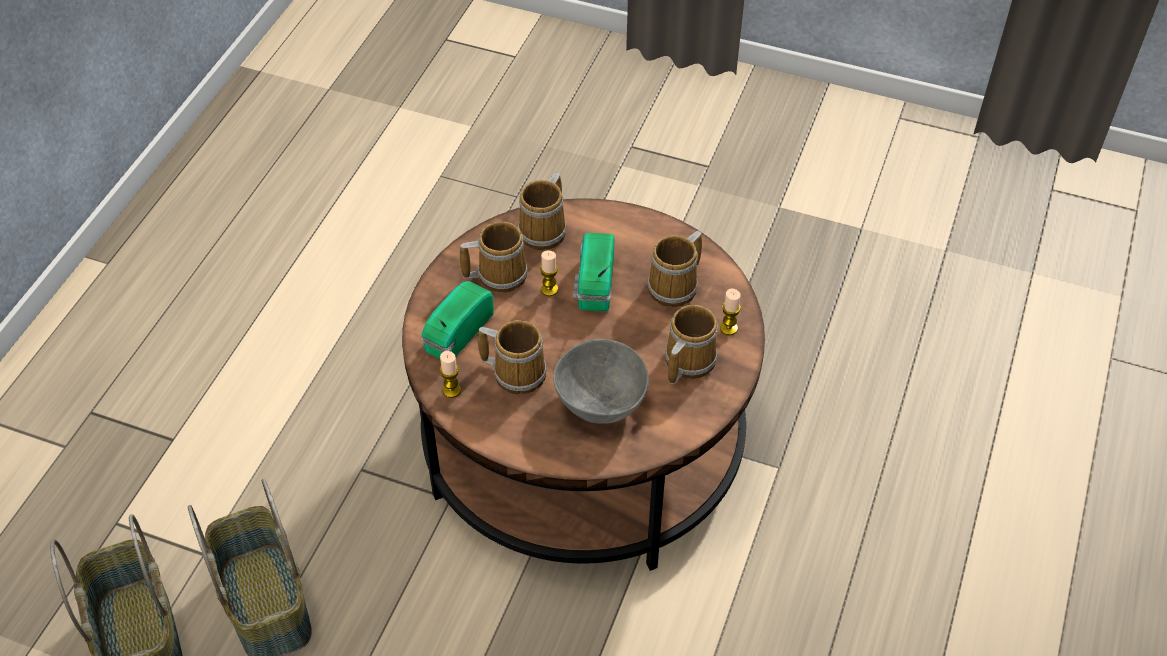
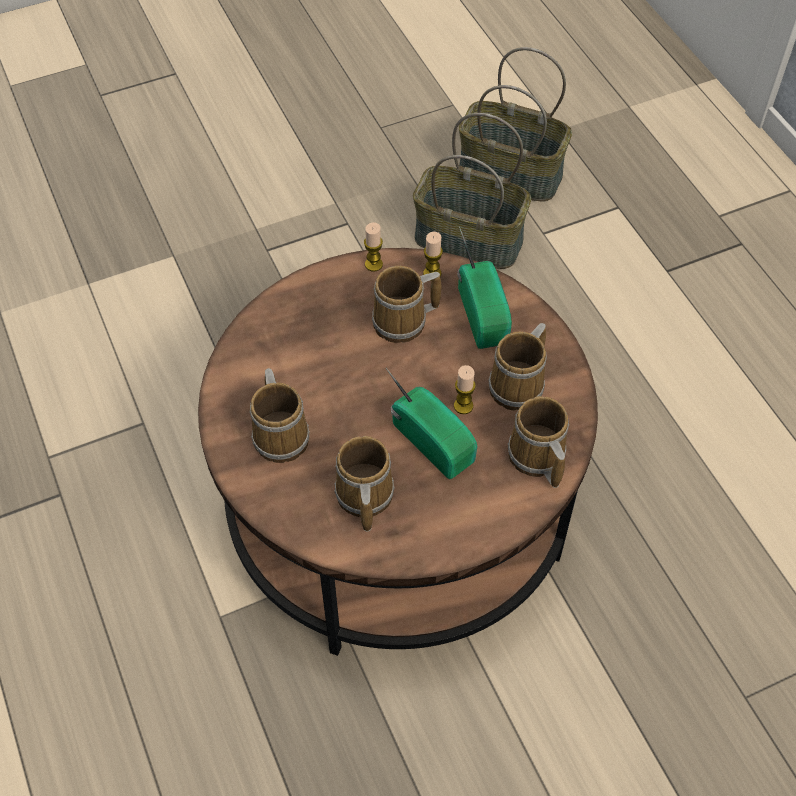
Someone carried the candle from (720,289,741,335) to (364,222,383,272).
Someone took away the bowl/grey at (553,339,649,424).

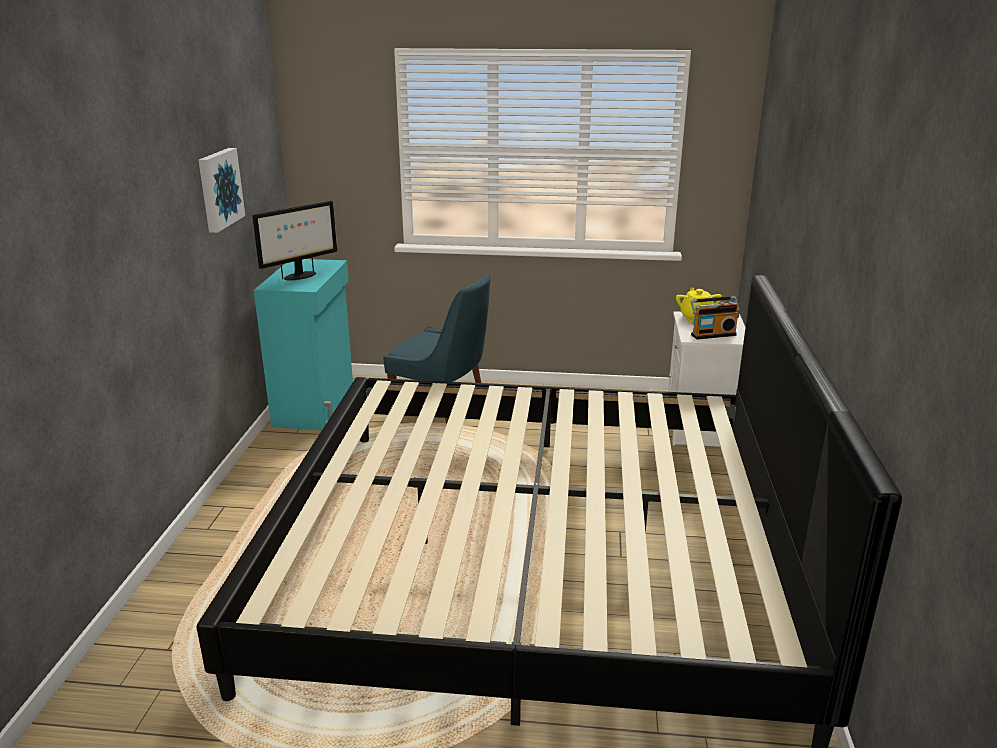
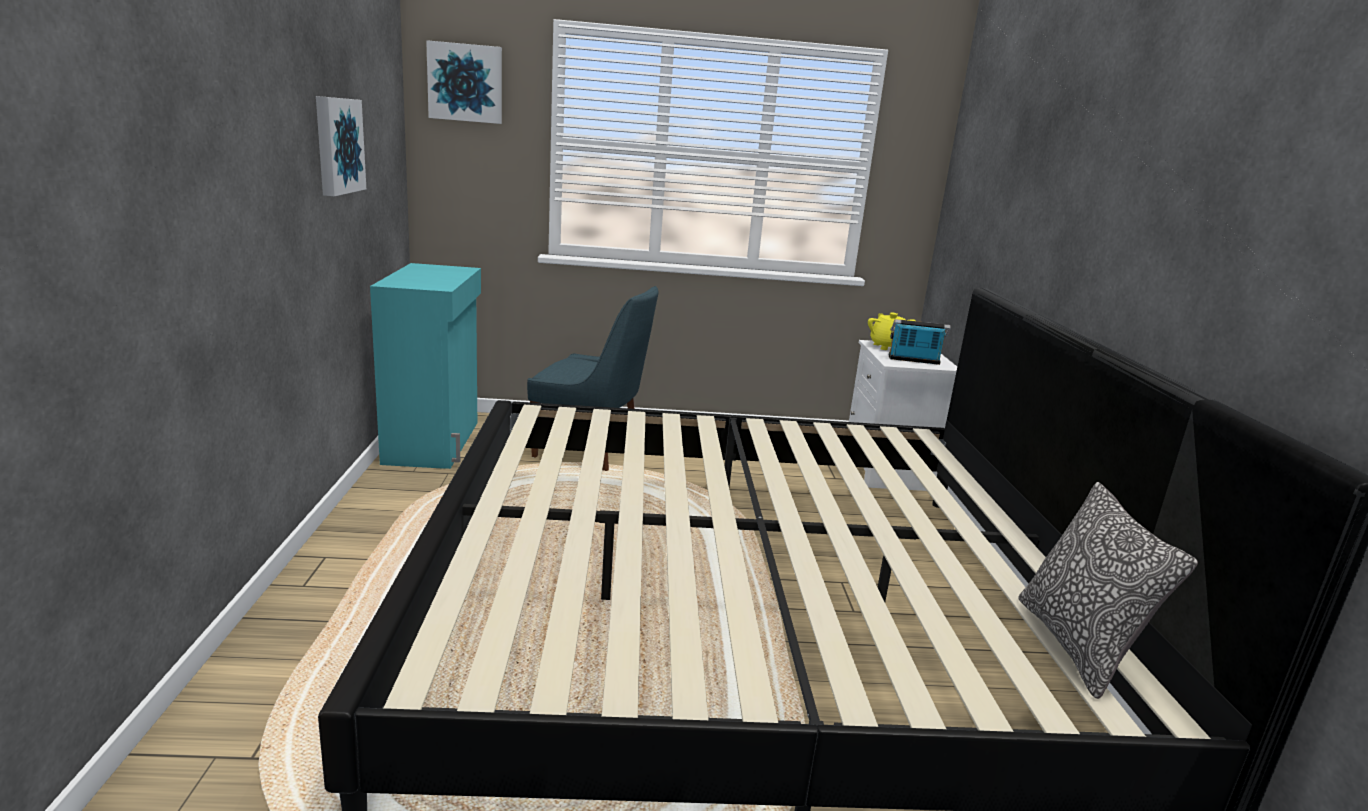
Someone took away the monitor at (252,201,337,280).
Someone rotated the radio at (690,296,740,340) by 150 degrees counterclockwise.
Someone put up the picture at (426,40,502,124).
Someone put down the pillow at (1018,482,1198,699).

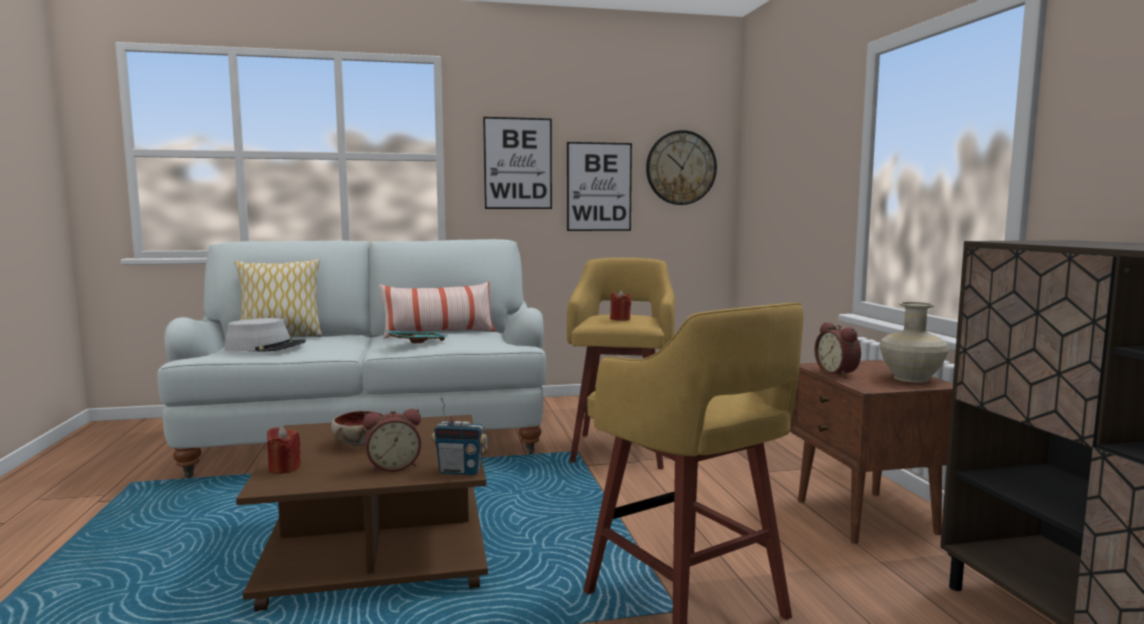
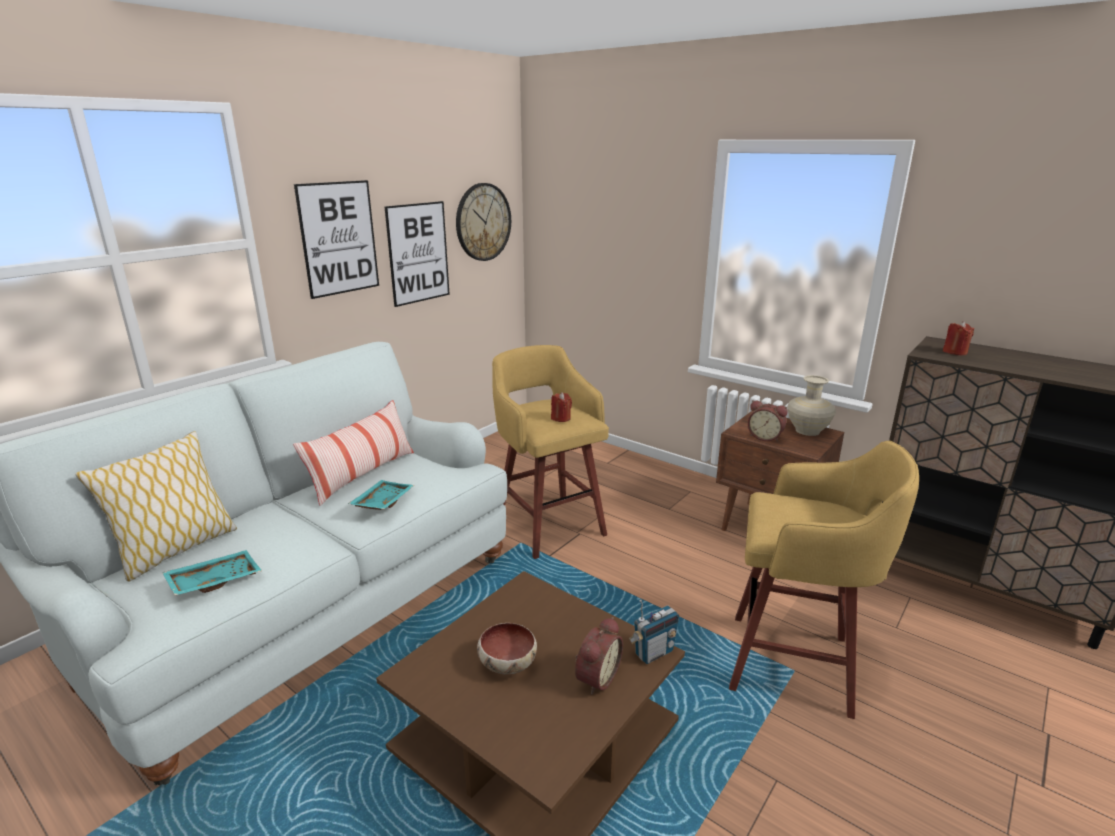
Someone swapped the hat/grey at (224,318,306,352) for the tray/turquoise at (162,550,262,595).
Someone carried the candle/red from (267,426,301,474) to (943,321,975,355).

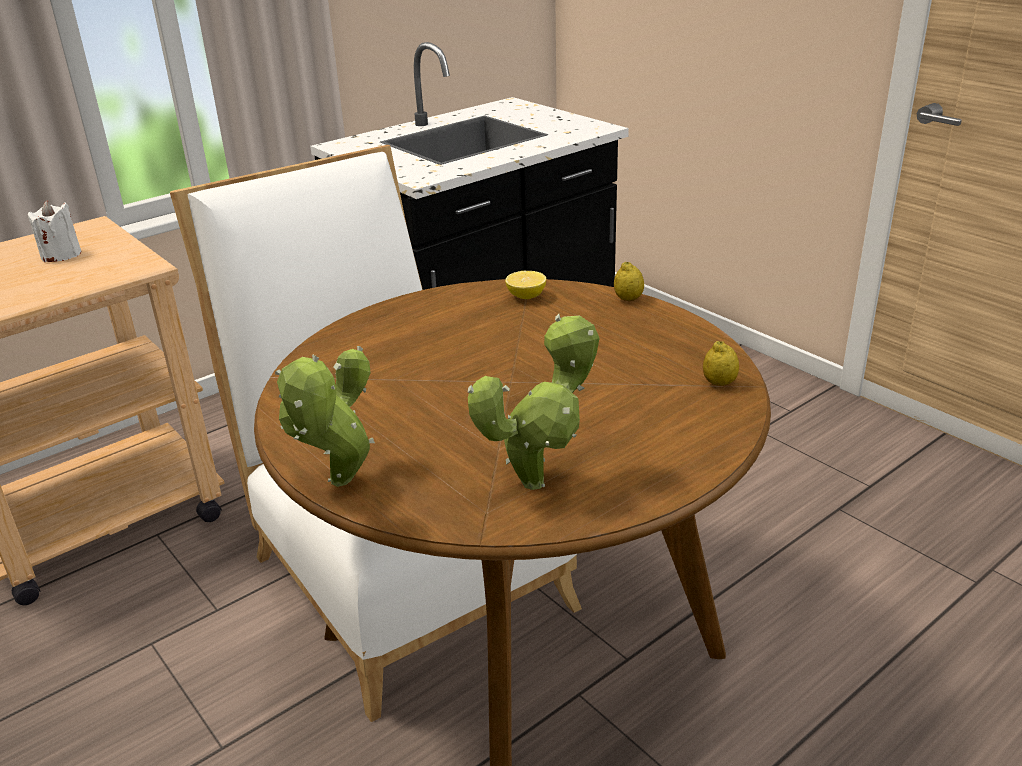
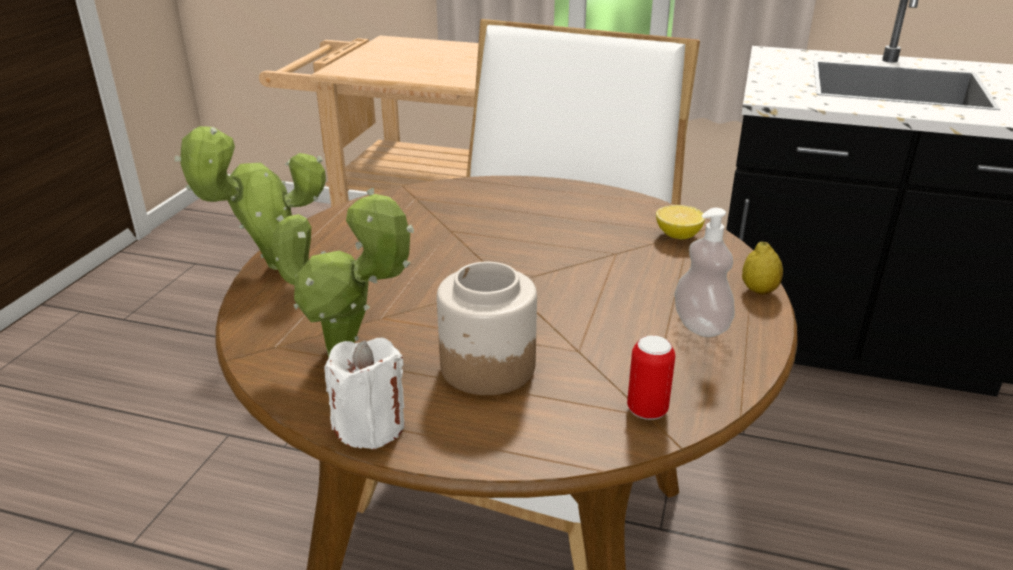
Someone carried the candle/white from (28,201,81,262) to (324,338,405,450).
Someone swapped the lemon at (703,341,739,386) for the can at (627,335,675,420).
Someone put down the soap dispenser at (674,208,735,337).
Someone put down the jar at (437,262,537,395).

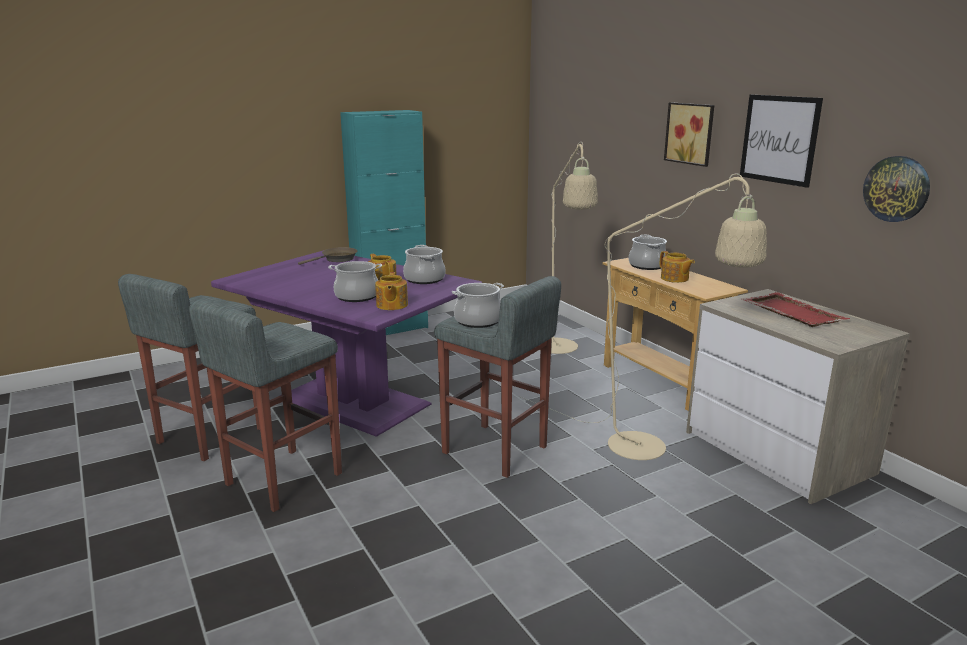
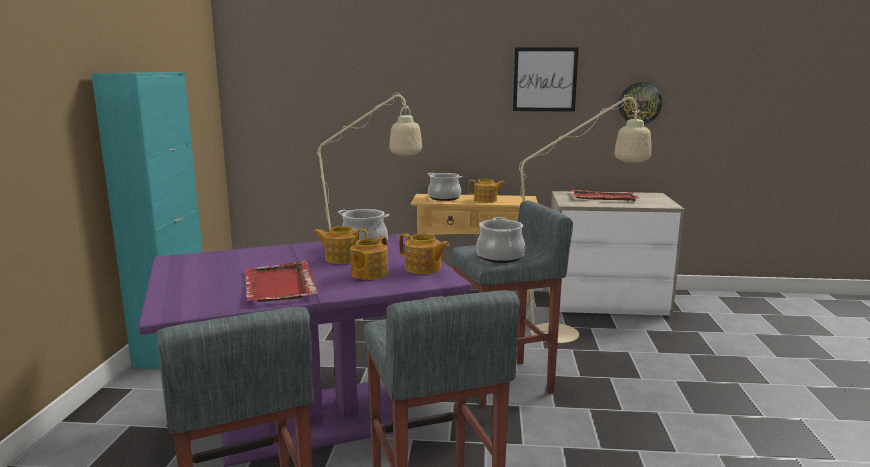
Someone took away the picture at (664,102,714,167).
Someone took away the frying pan/brown at (298,247,357,265).
Someone swapped the cooking pot at (328,261,382,302) for the teapot at (350,236,388,280).
Someone put down the tray/red at (244,261,319,302).

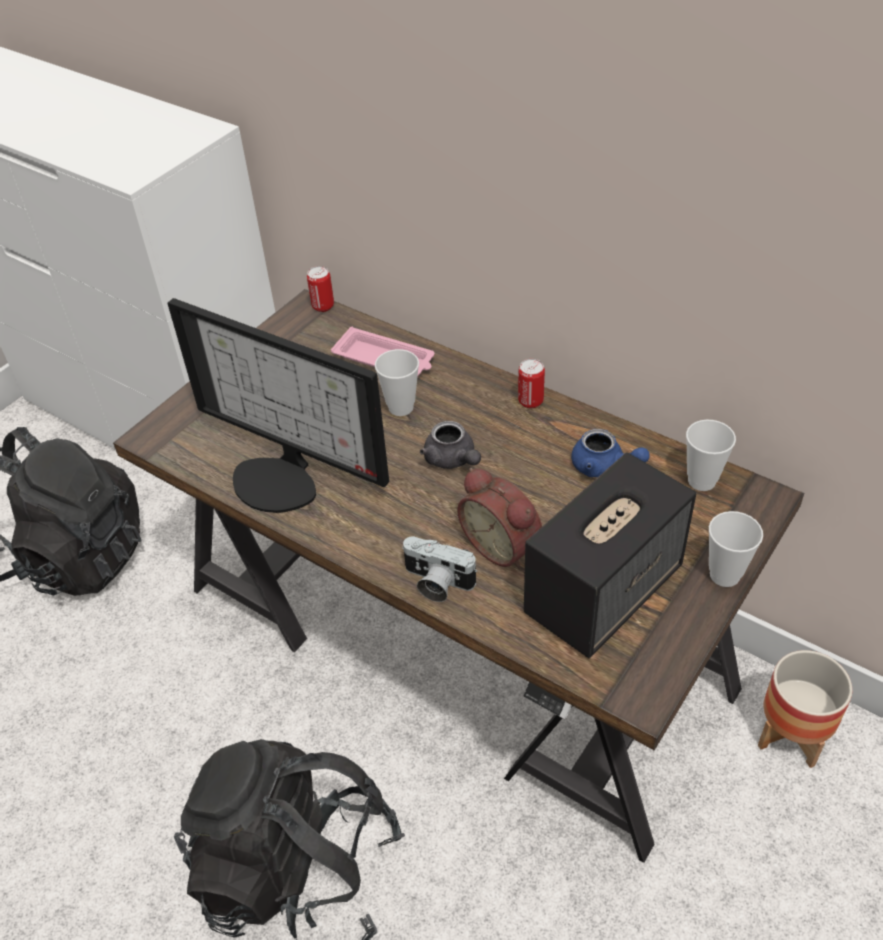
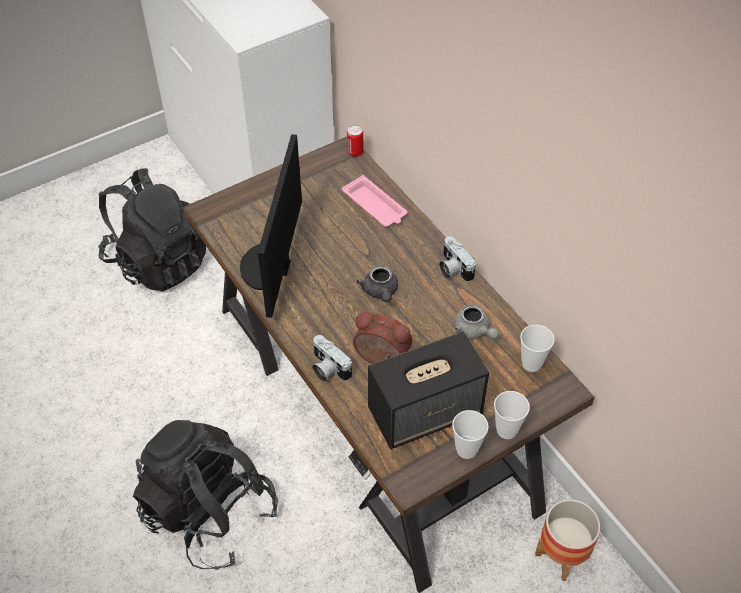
Someone rotated the monitor at (168,298,389,513) by 45 degrees clockwise.
Someone carried the cup from (375,349,419,416) to (452,410,489,459).
Someone swapped the can at (518,359,545,408) for the photo camera at (439,236,476,282).
Someone repainted the teapot/blue at (571,429,650,477), which became the teapot/grey at (454,304,499,339).
Someone rotated the alarm clock at (457,468,542,569) by 135 degrees clockwise.

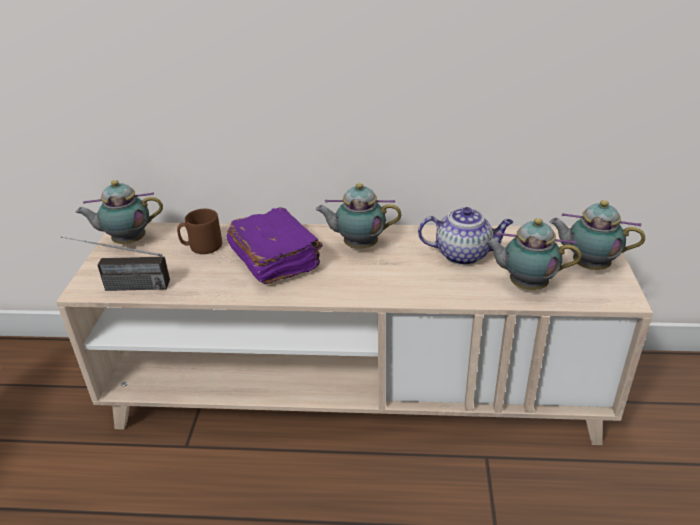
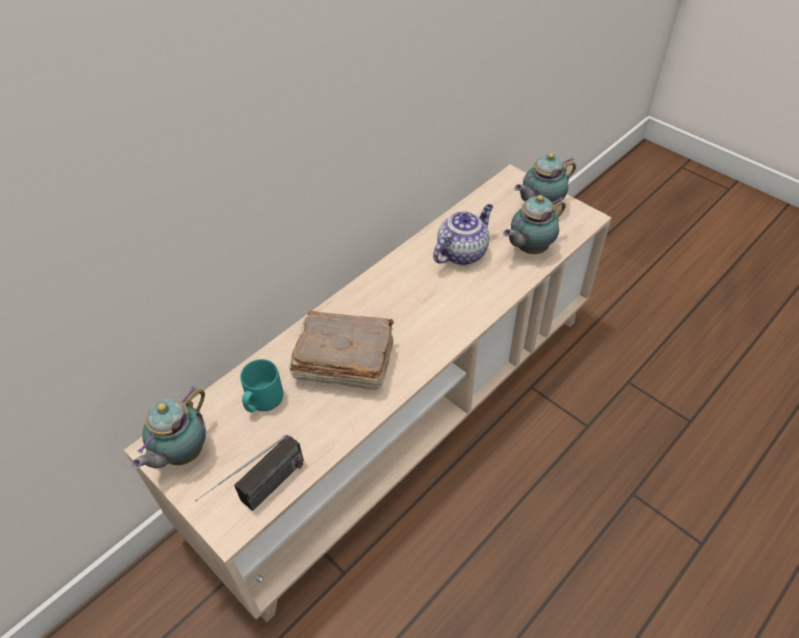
Someone took away the teapot at (315,183,401,249).
Someone repainted the book/purple at (226,207,323,284), which became the book/brown at (289,311,394,390).
Someone repainted the mug/brown at (177,209,222,254), which became the mug/turquoise at (240,359,284,412).

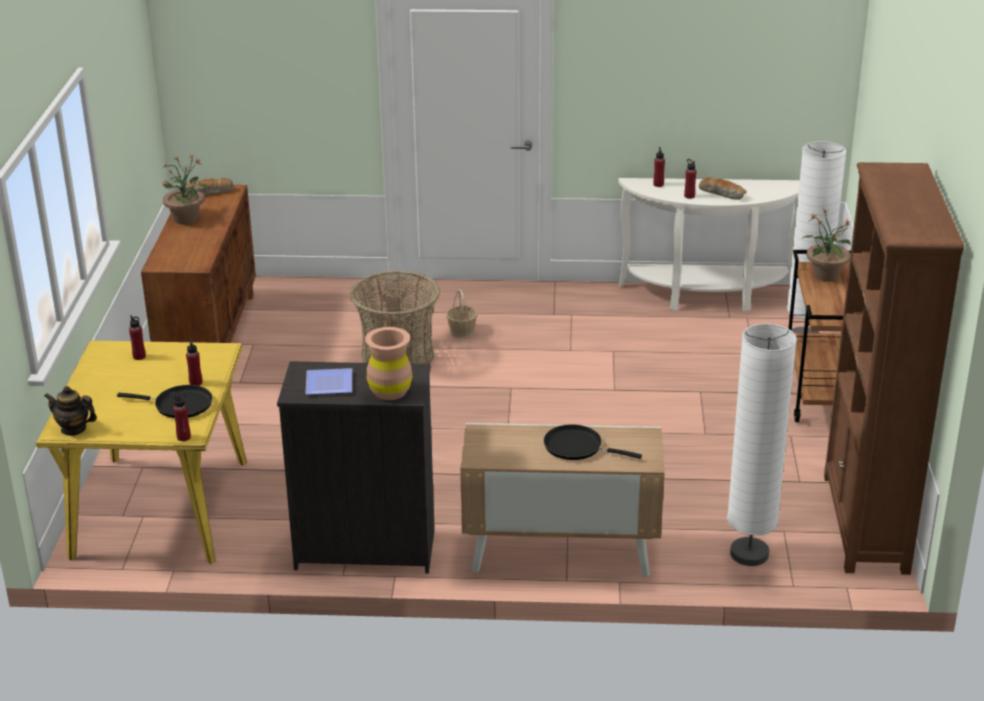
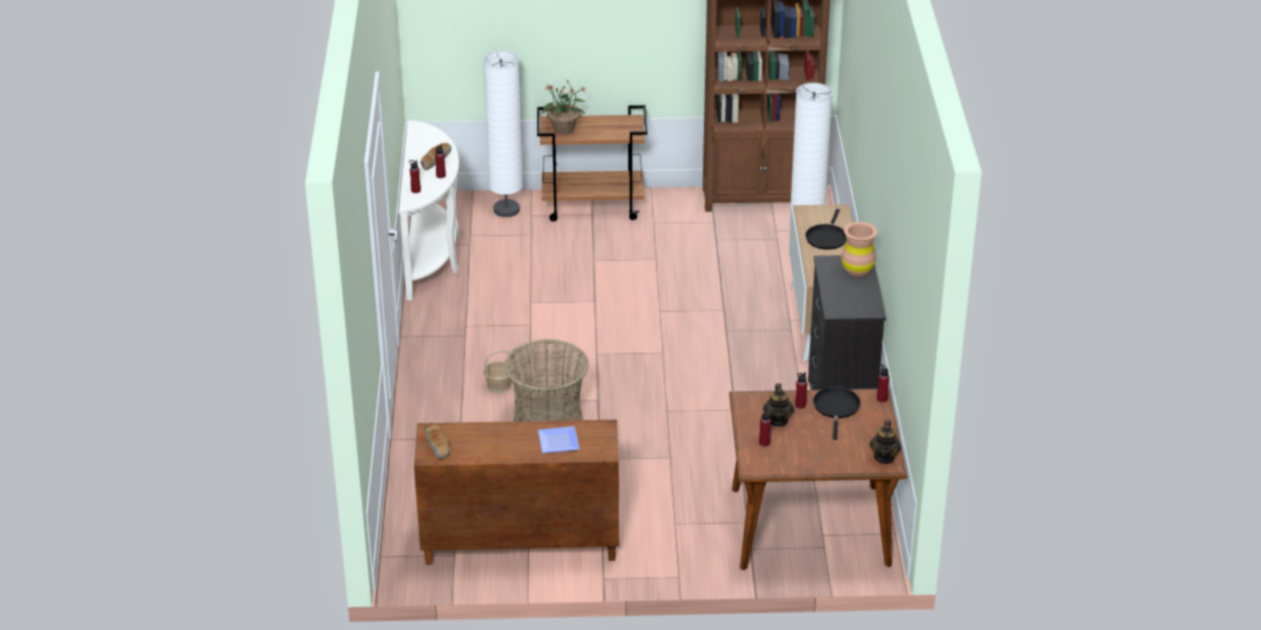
Someone took away the potted plant at (162,154,209,224).
Someone repainted the dining table/yellow at (36,341,247,564), which became the dining table/brown at (729,388,907,570).
Someone carried the plate from (305,368,352,395) to (538,426,580,453).
Someone put down the teapot at (763,384,794,427).

